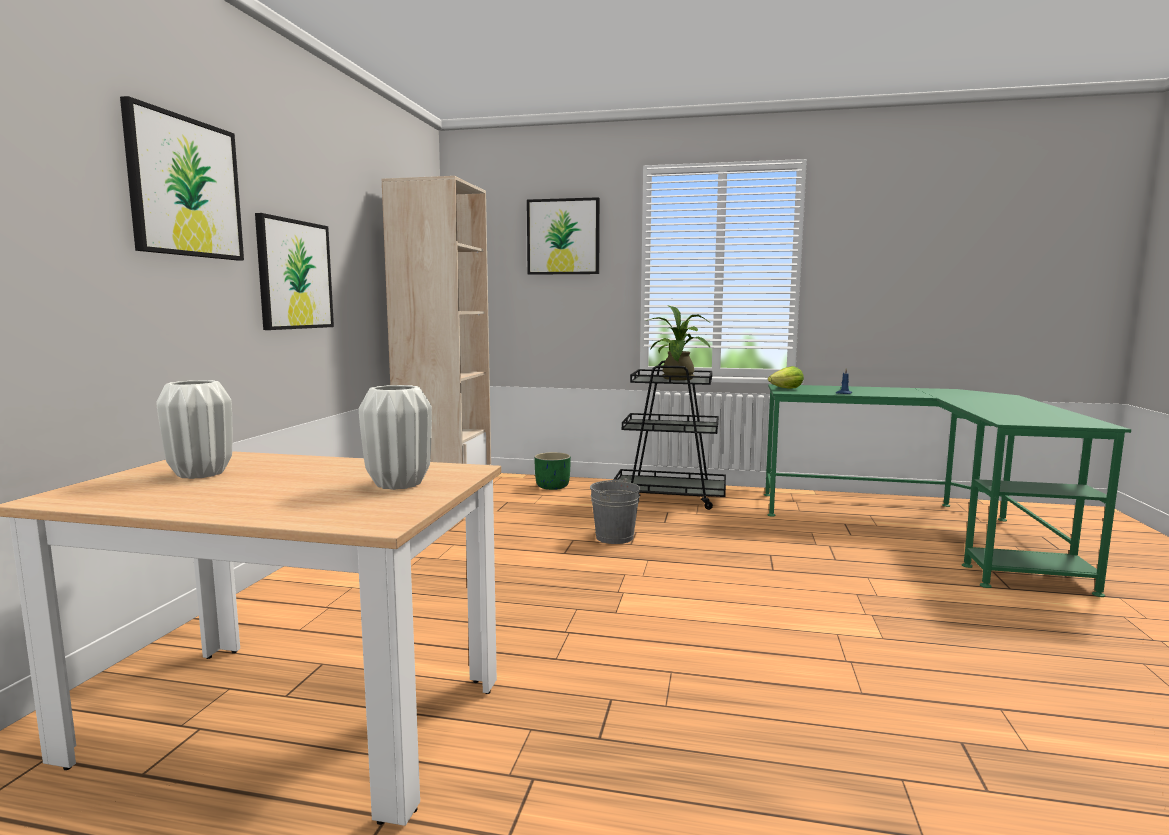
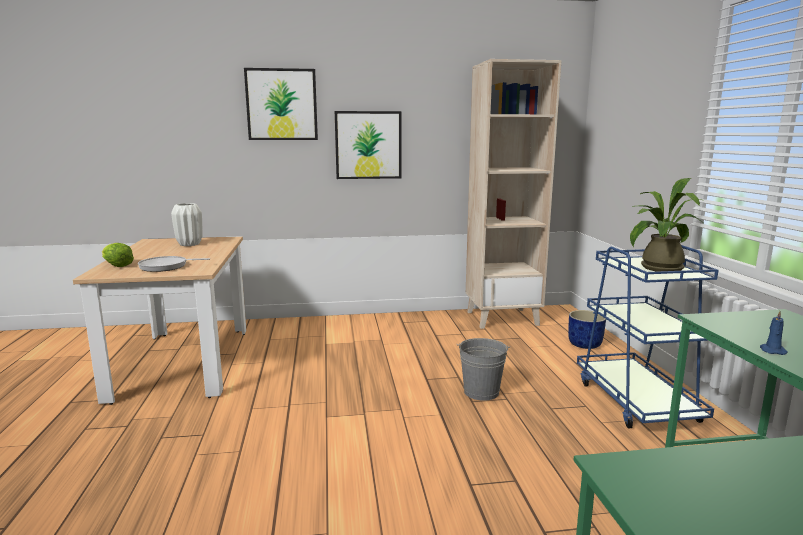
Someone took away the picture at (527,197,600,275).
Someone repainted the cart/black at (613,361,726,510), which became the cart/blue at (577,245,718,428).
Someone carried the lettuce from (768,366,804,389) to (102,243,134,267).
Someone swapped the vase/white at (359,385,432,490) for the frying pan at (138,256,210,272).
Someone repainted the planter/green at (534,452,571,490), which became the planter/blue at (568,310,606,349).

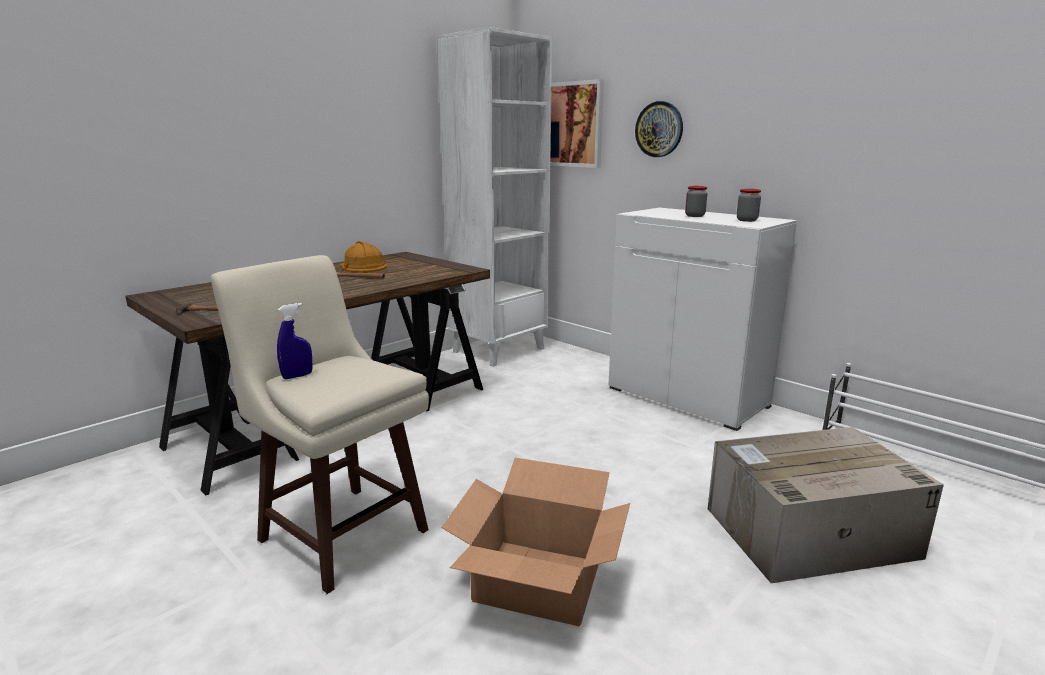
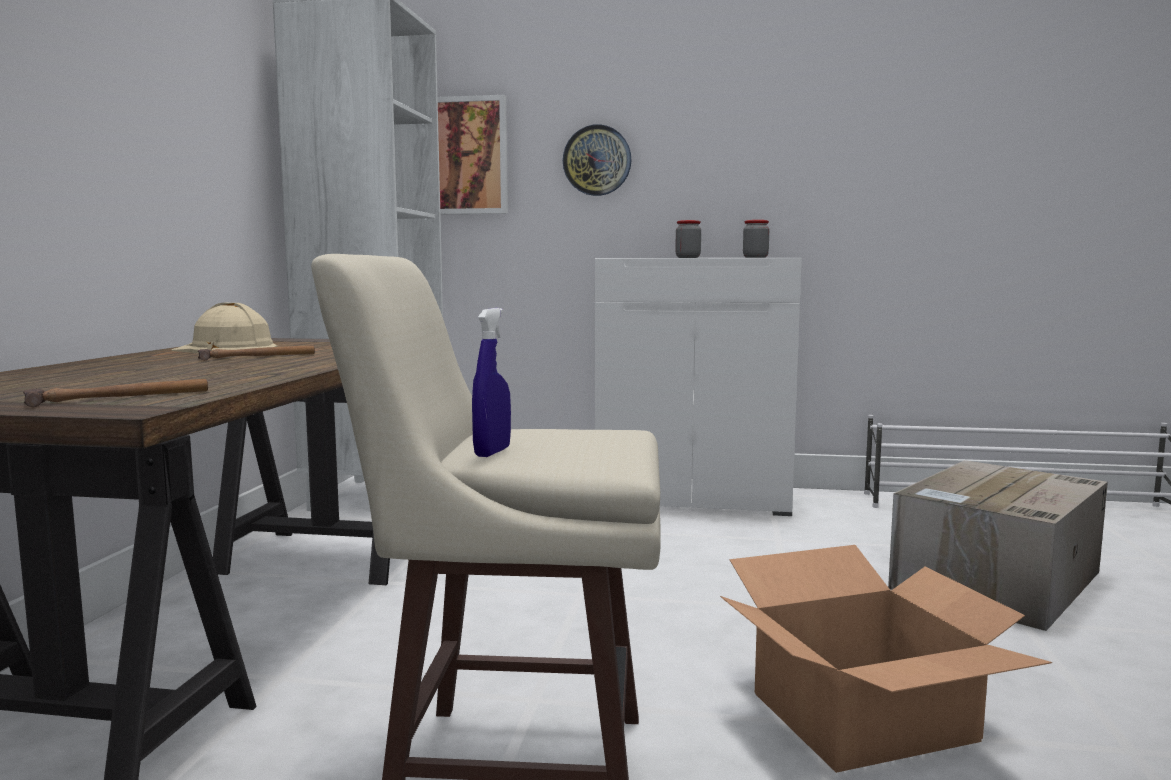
Someone repainted the hard hat/orange at (339,241,387,273), which became the hard hat/beige at (171,303,277,353).

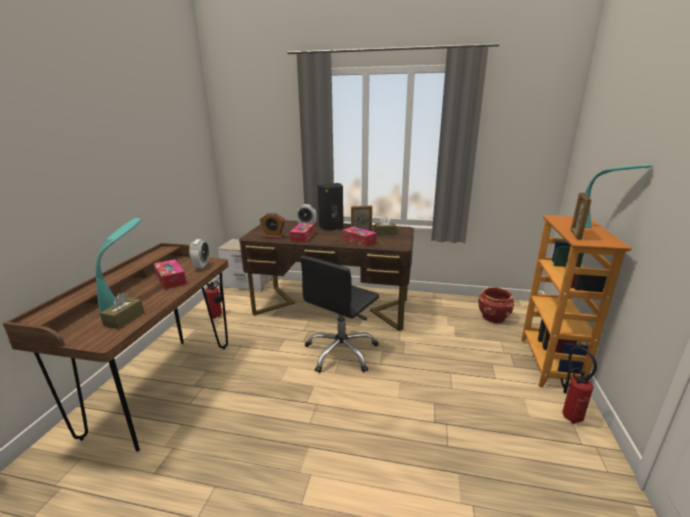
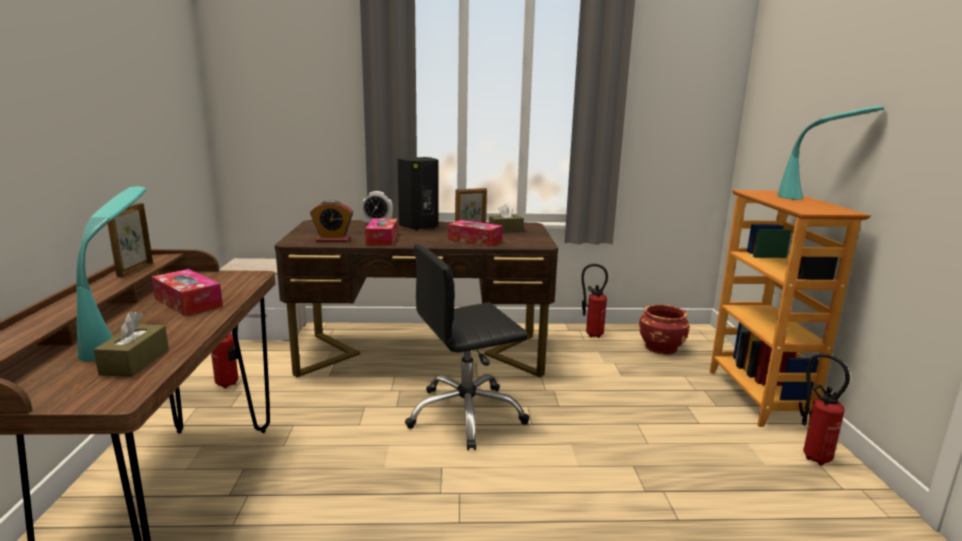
Someone carried the picture frame from (571,193,592,240) to (107,203,153,277).
Someone took away the alarm clock at (189,239,209,269).
Someone rotated the office chair/black at (300,256,379,373) by 45 degrees clockwise.
Someone put down the fire extinguisher at (581,264,608,338).

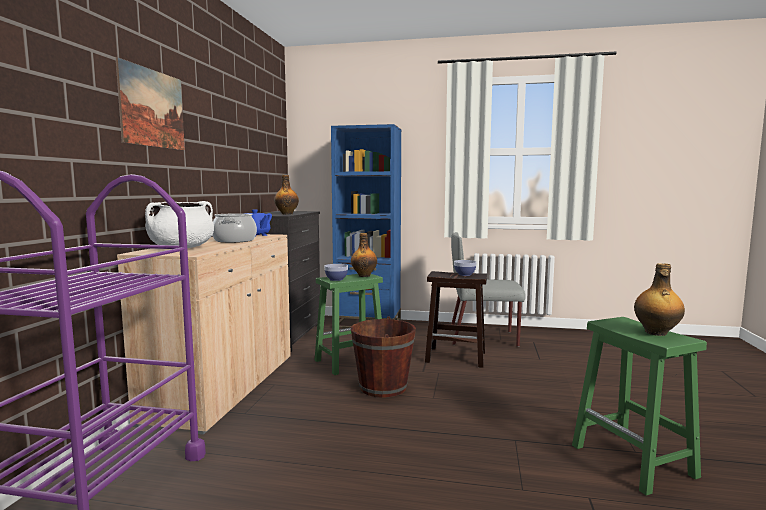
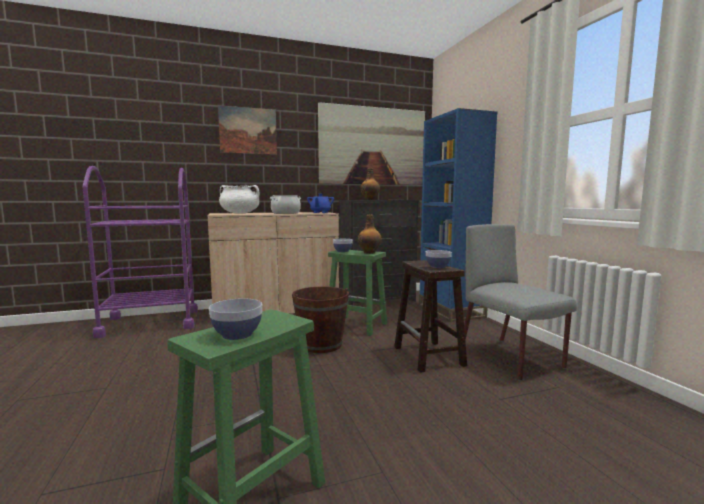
Someone swapped the bottle at (634,263,685,336) for the bowl at (209,298,262,340).
Someone put up the picture at (318,102,425,185).

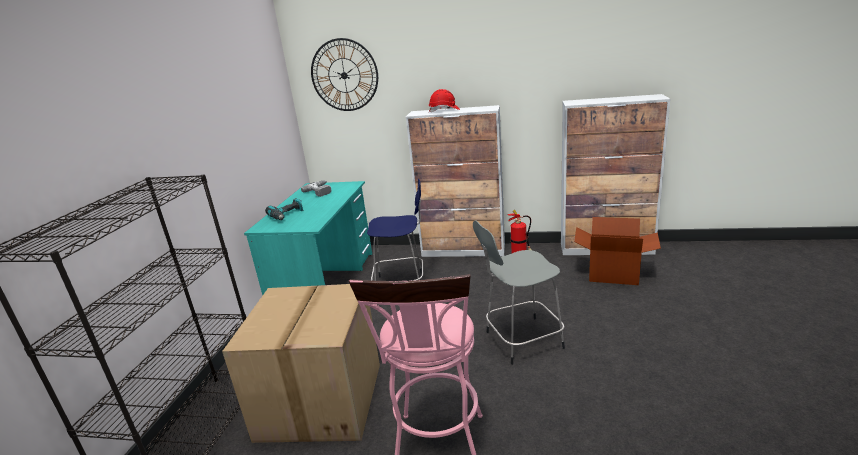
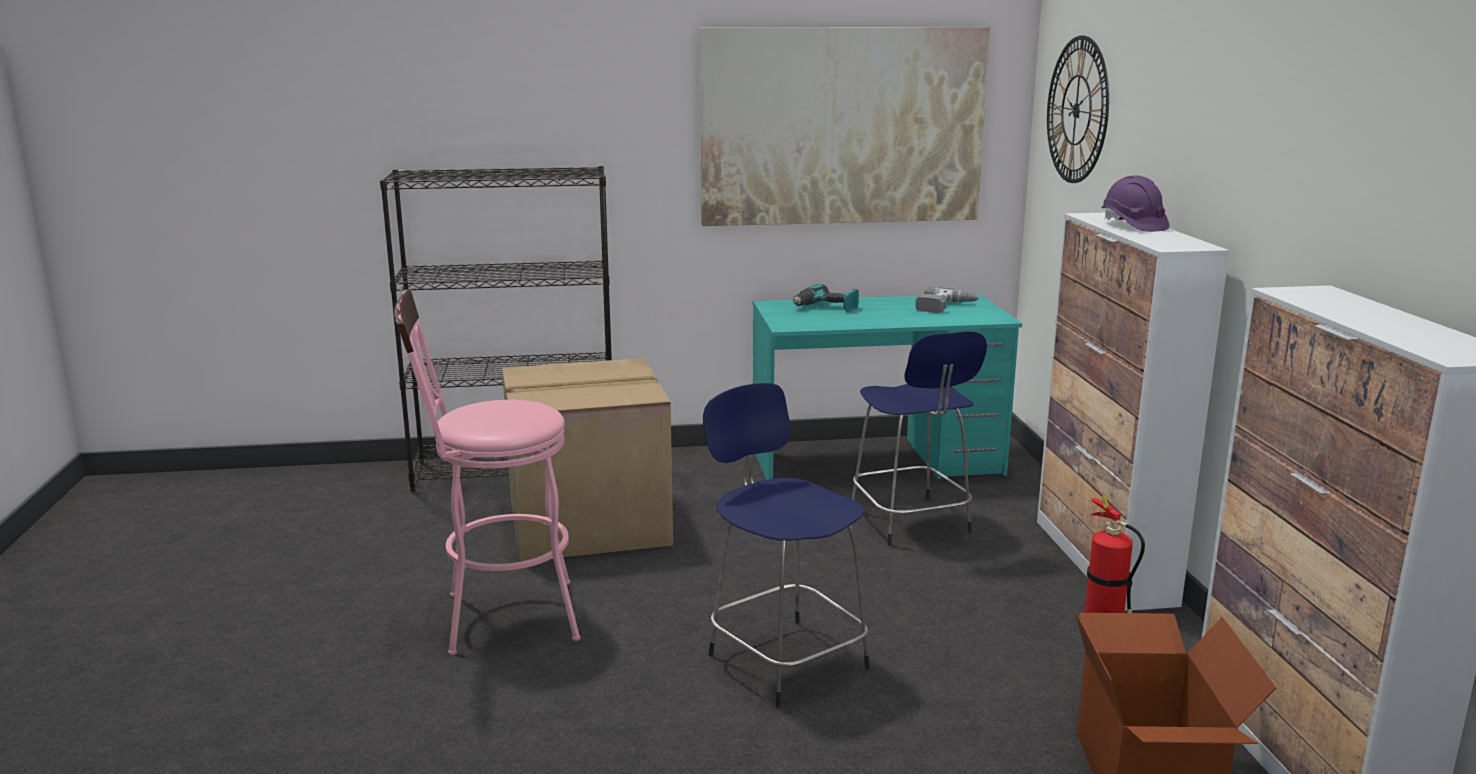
Someone repainted the hard hat/red at (429,89,460,112), which became the hard hat/purple at (1101,175,1169,232).
Someone repainted the stool/grey at (473,221,565,365), which became the stool/blue at (703,383,870,708).
Someone put up the picture at (700,27,990,226).

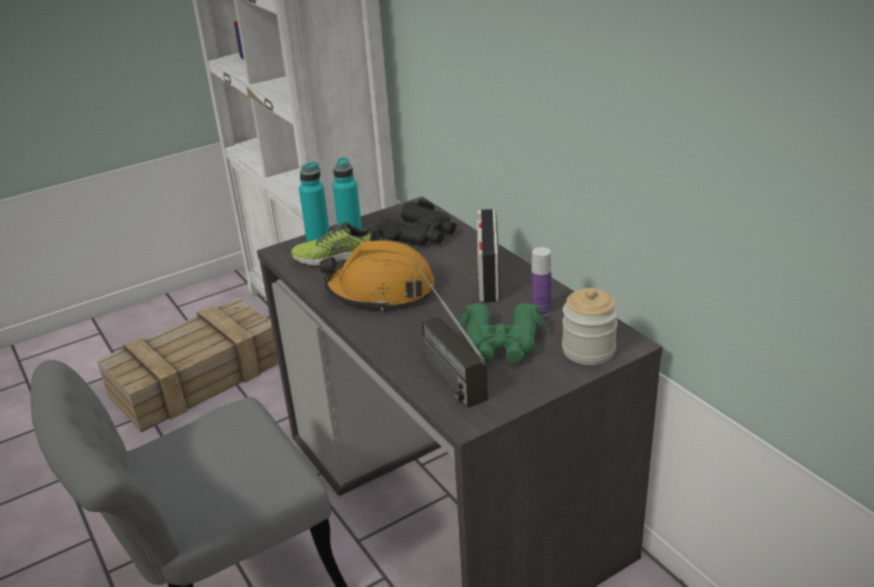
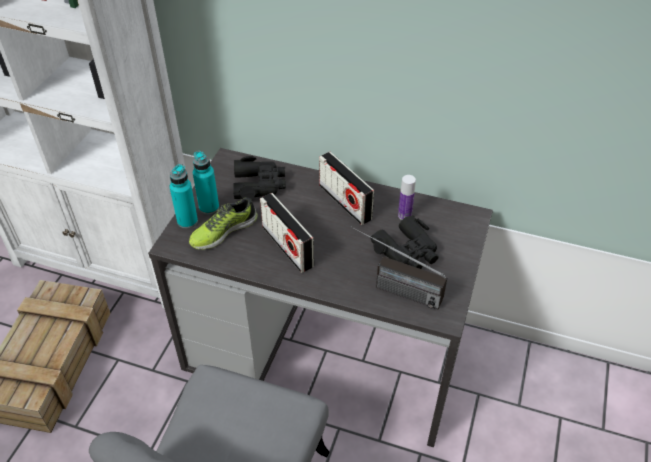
Someone swapped the hard hat/orange at (319,240,435,311) for the radio at (260,193,314,273).
Someone took away the jar at (562,288,618,365).
Someone repainted the binoculars/green at (459,303,546,363), which became the binoculars/black at (370,215,439,269).

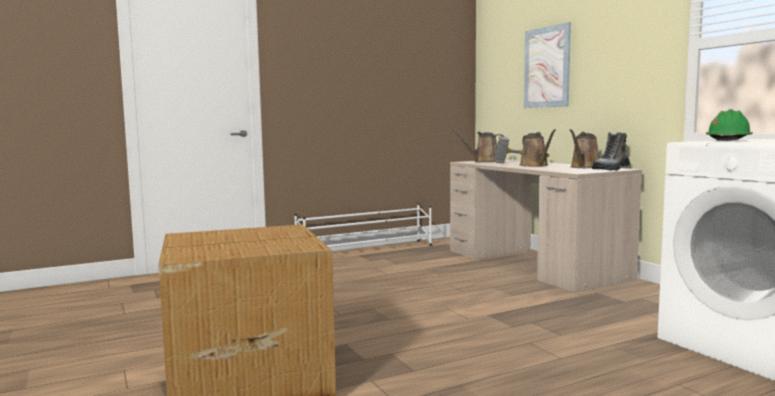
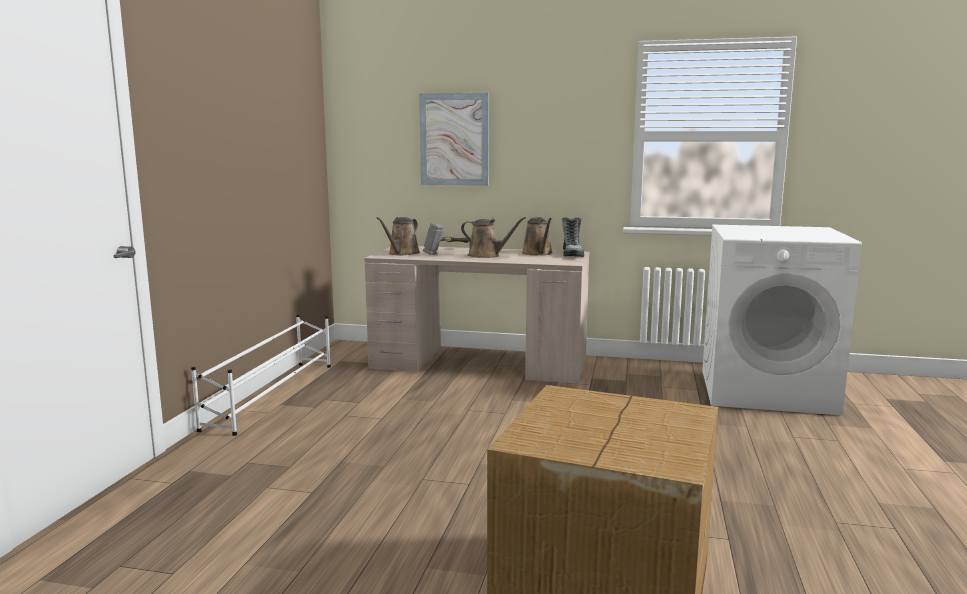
Someone took away the hard hat/green at (706,109,753,141).

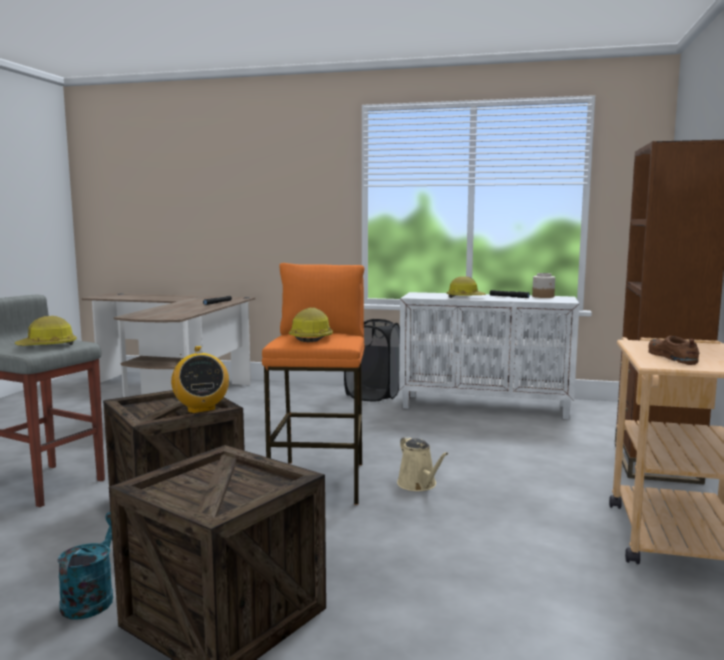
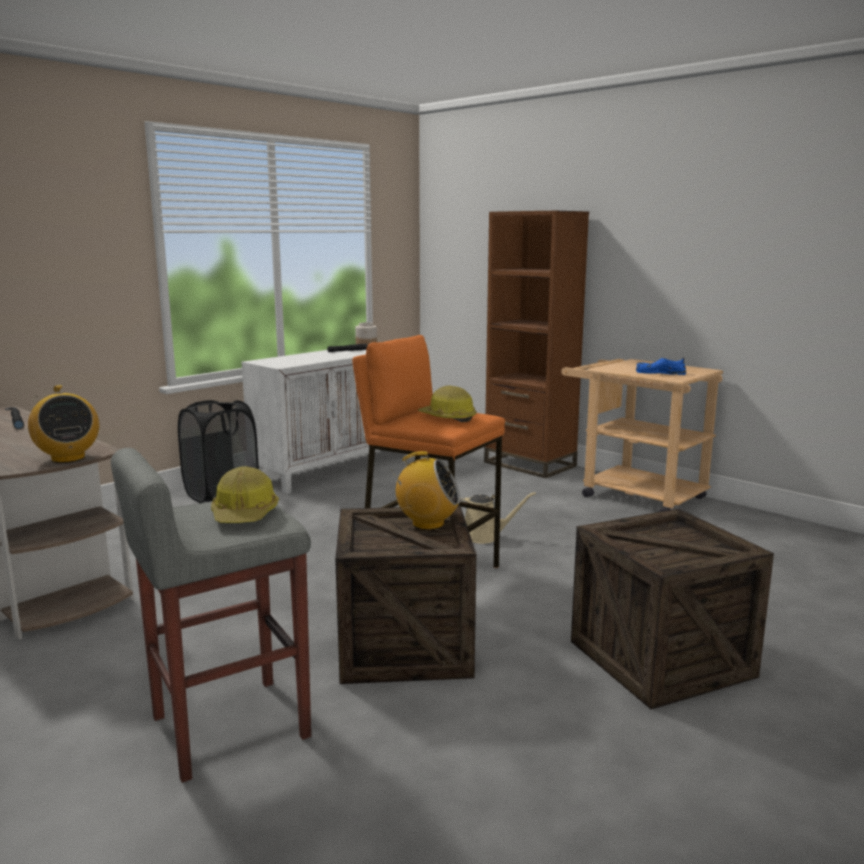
Someone took away the hard hat at (446,276,486,298).
Someone repainted the shoe/brown at (648,336,699,365), which became the shoe/blue at (636,358,686,375).
Someone took away the watering can/turquoise at (57,512,113,620).
Someone put down the radio at (28,385,99,463).

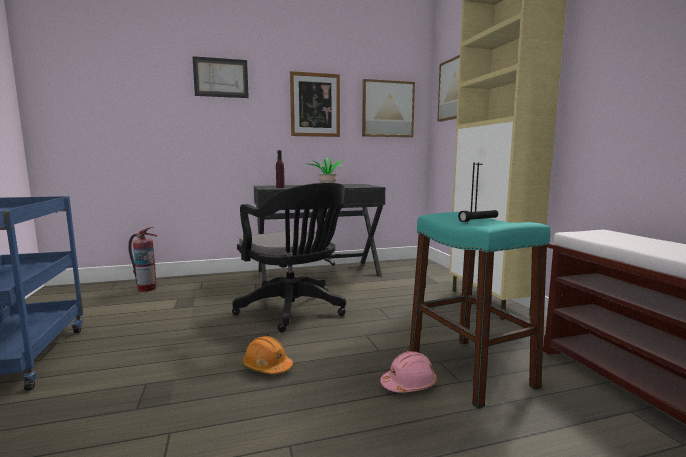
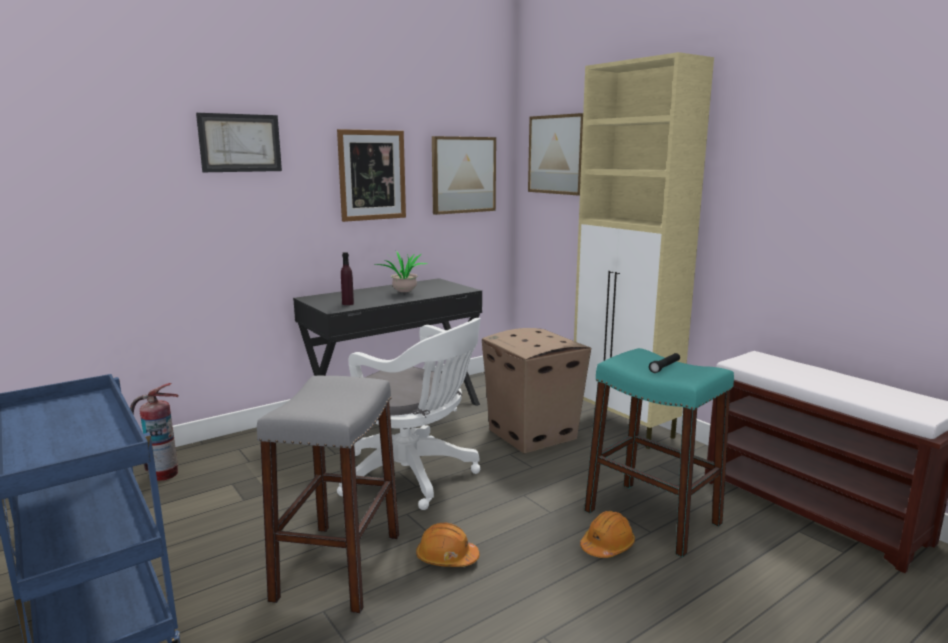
Someone repainted the office chair/black at (232,182,346,332), which became the office chair/white at (337,318,481,510).
Someone repainted the hard hat/pink at (380,351,437,393), which became the hard hat/orange at (580,511,635,558).
Someone put down the cardboard box at (482,328,591,453).
Someone put down the stool/grey at (257,376,399,614).

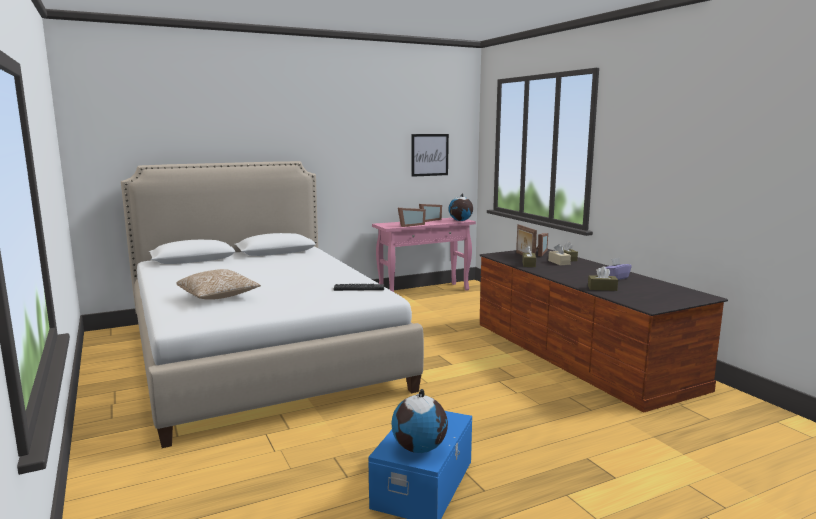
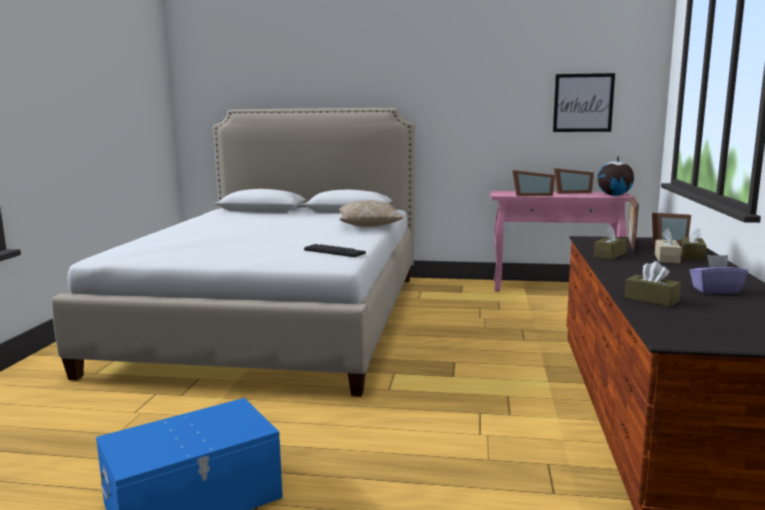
Someone carried the pillow from (176,269,261,300) to (339,200,403,227).
Someone took away the globe at (392,389,448,453).

